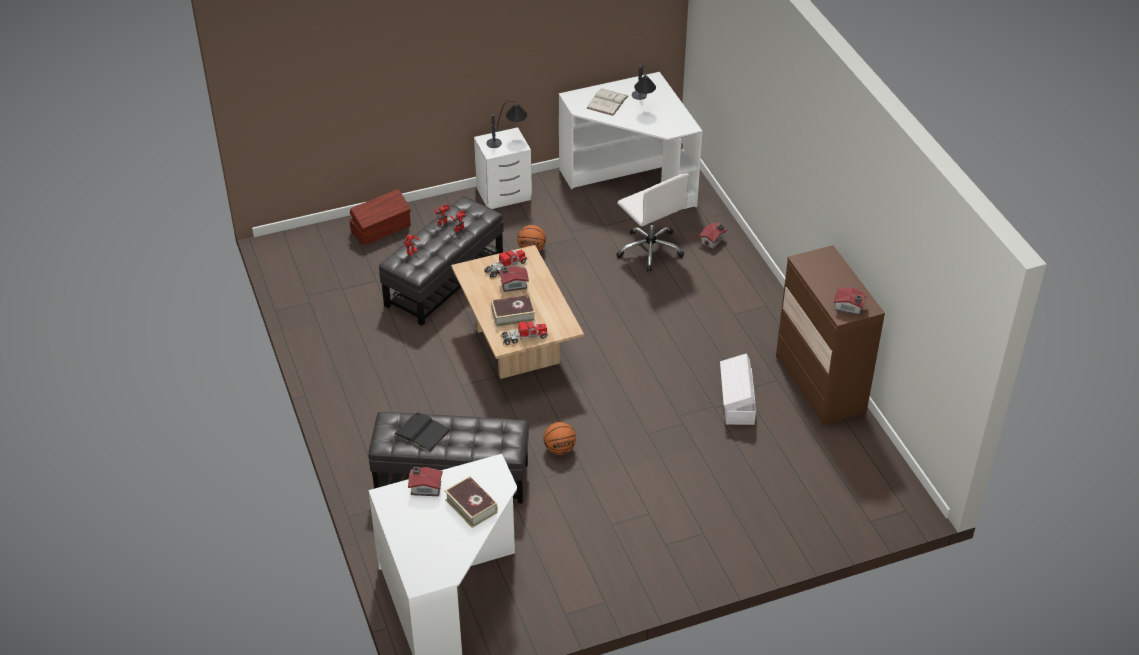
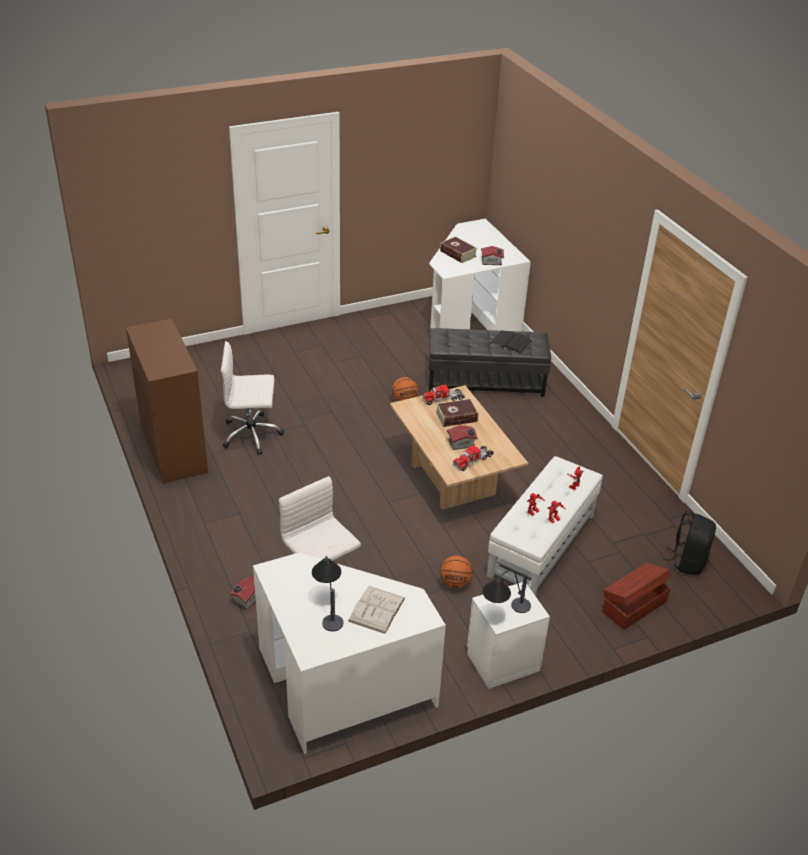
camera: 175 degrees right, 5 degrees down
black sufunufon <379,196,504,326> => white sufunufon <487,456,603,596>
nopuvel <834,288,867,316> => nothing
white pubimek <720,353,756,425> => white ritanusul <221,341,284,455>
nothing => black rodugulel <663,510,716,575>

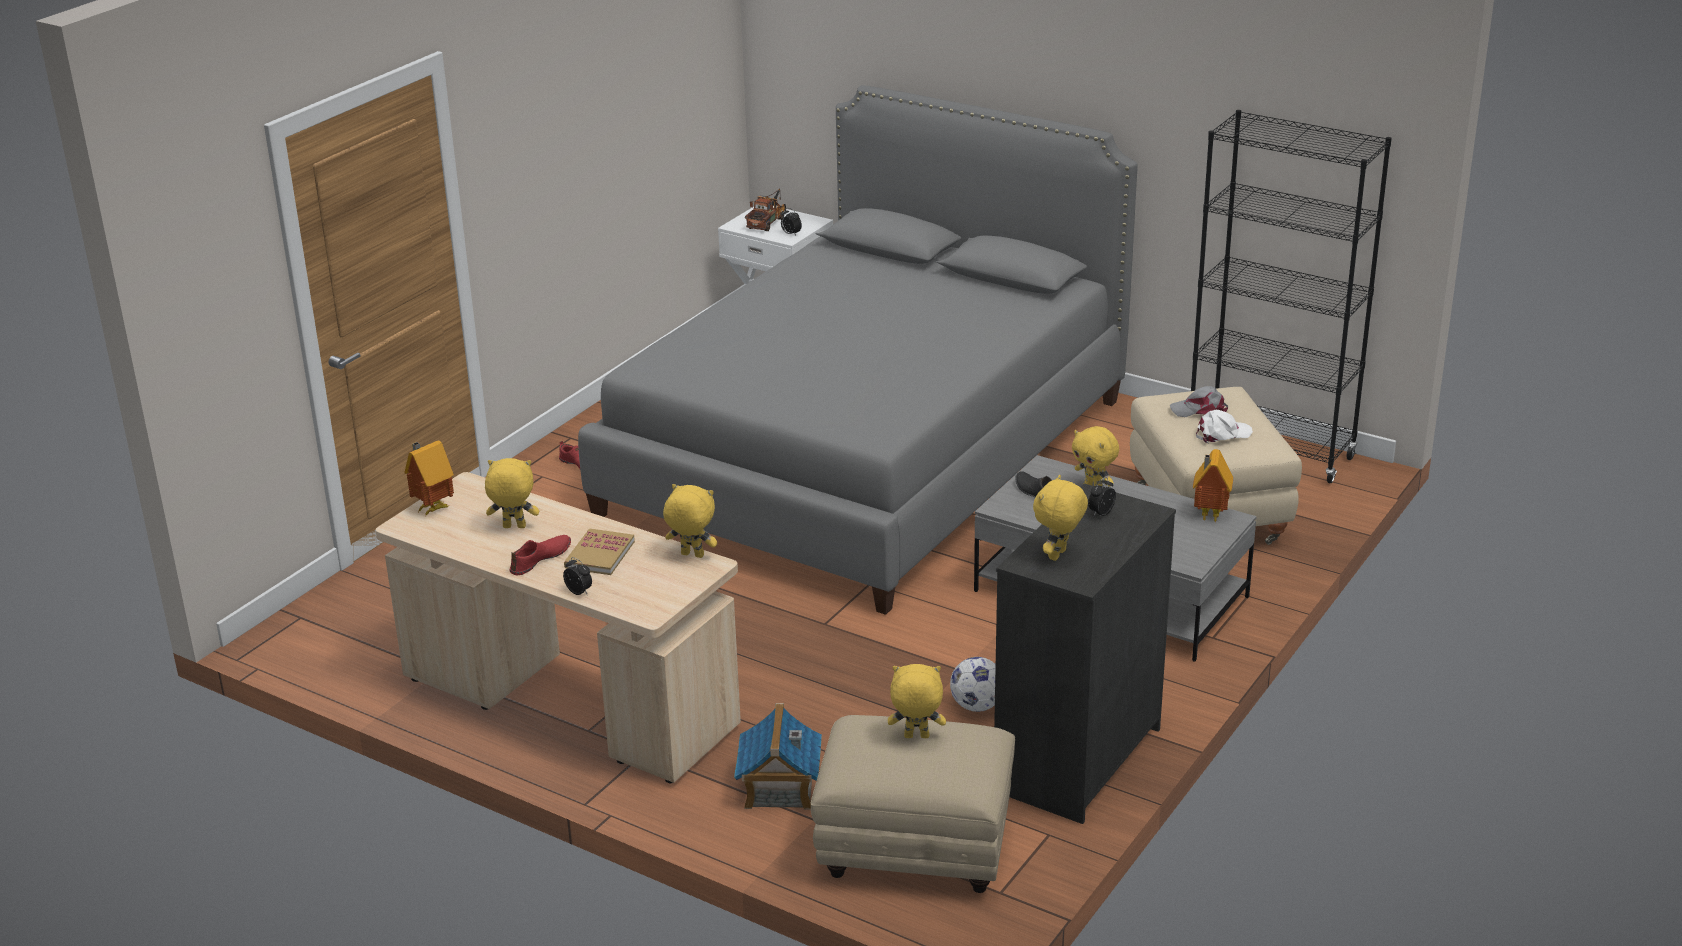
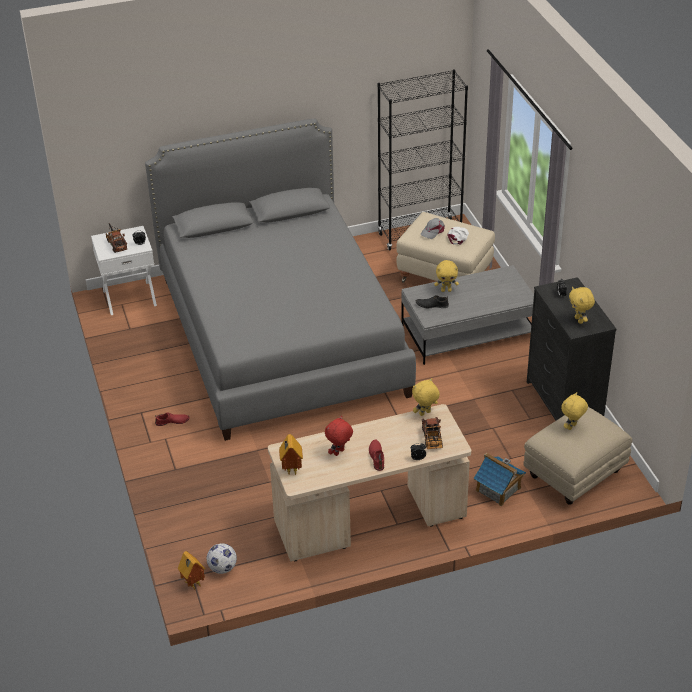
camera: 50 degrees left, 10 degrees up
nopuvel <1193,449,1233,522> => nopuvel <178,551,205,589>, relocated
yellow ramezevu <485,458,539,528> => red ramezevu <325,416,353,456>
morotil <564,529,635,575> => nothing
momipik <950,657,996,712> => momipik <207,543,237,574>, relocated
nothing => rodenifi <422,417,443,449>

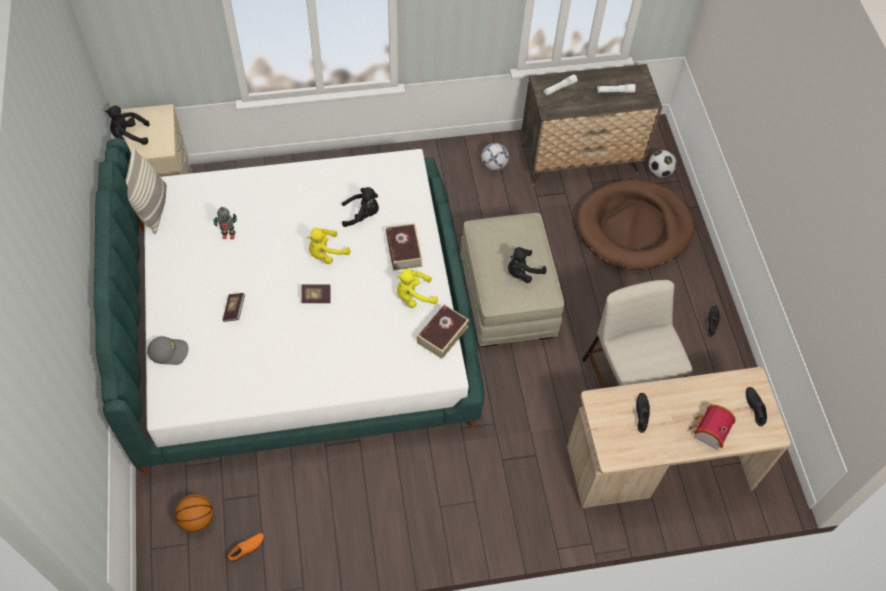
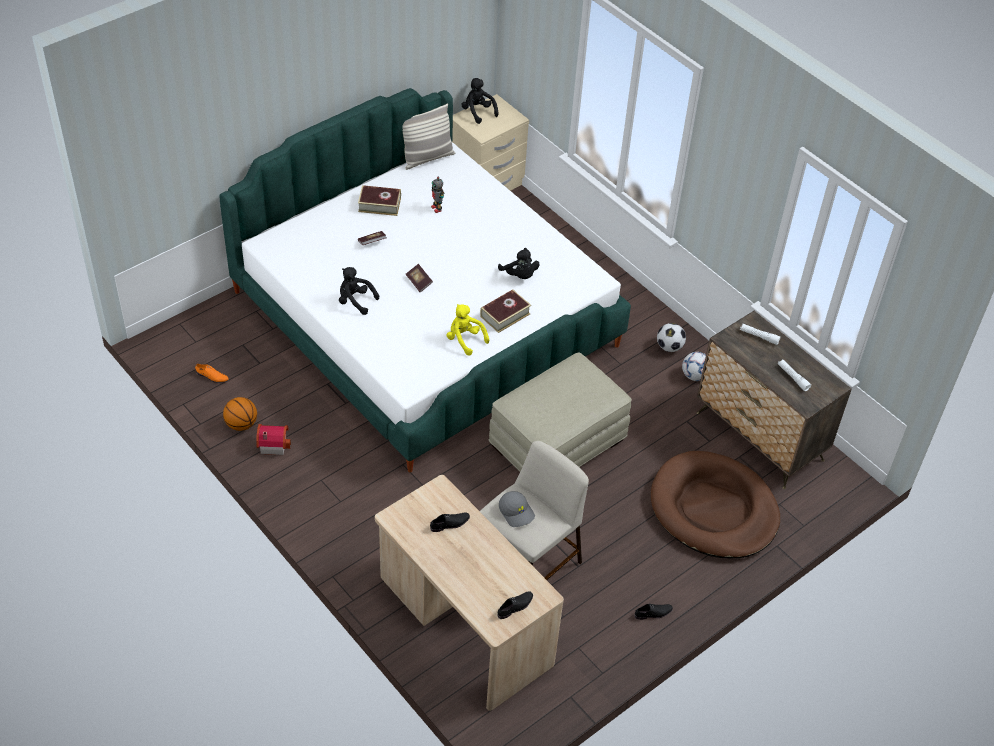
camera: 60 degrees right, 10 degrees down
momipik <649,150,677,177> => momipik <657,323,686,352>, relocated
yellow ramezevu <307,227,350,264> => nothing
black ramezevu <508,247,546,283> => black ramezevu <339,267,379,315>, relocated
morotil <417,304,469,359> => morotil <358,185,401,216>, relocated
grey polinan <147,336,189,365> => grey polinan <499,491,535,527>, relocated
nopuvel <689,405,736,450> => nopuvel <256,424,291,455>, relocated
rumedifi <175,494,213,532> => rumedifi <223,397,257,431>, relocated

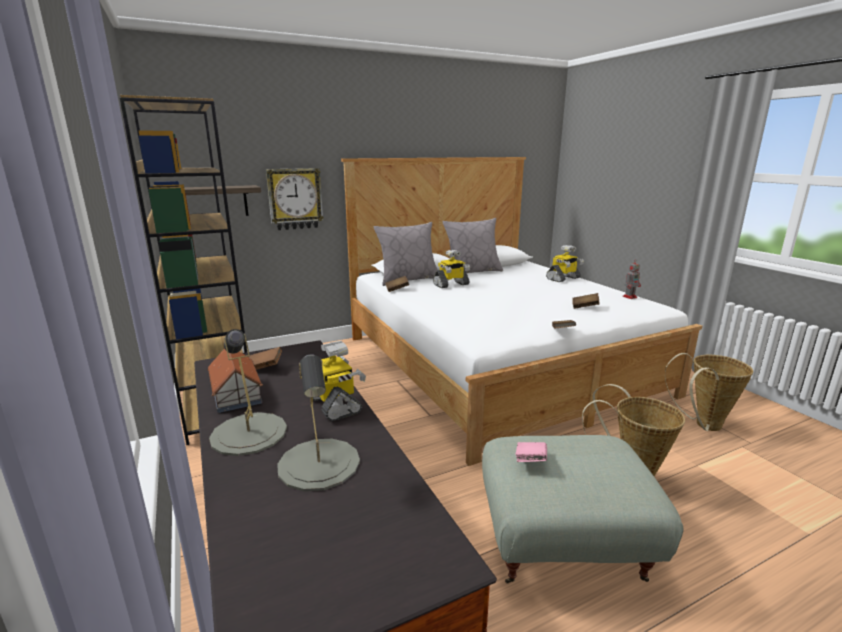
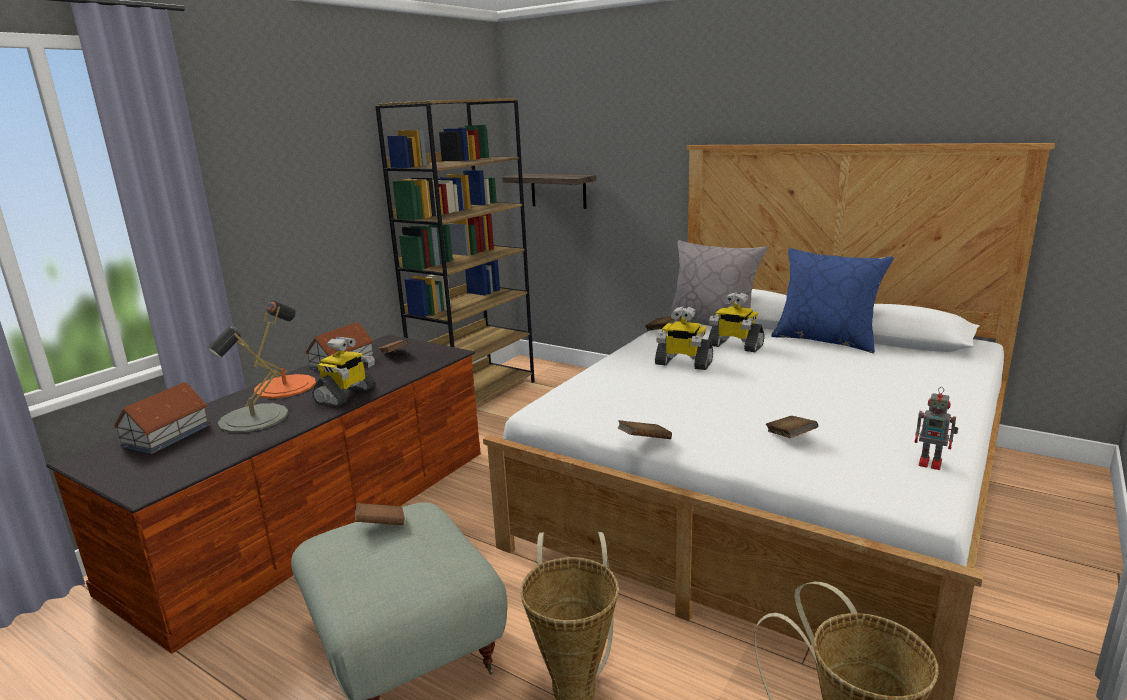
camera: 60 degrees right, 0 degrees up
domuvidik <266,168,324,230> => nothing
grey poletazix <442,218,503,273> => blue poletazix <771,248,894,353>
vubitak <546,245,584,282> => vubitak <655,306,713,370>, relocated
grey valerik <209,329,287,456> => orange valerik <254,301,316,399>
pink morotil <515,442,547,462> => brown morotil <355,503,405,525>
nothing => nopuvel <112,382,210,454>

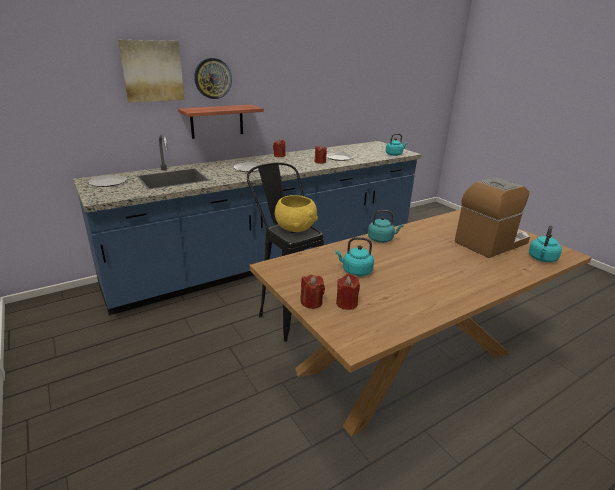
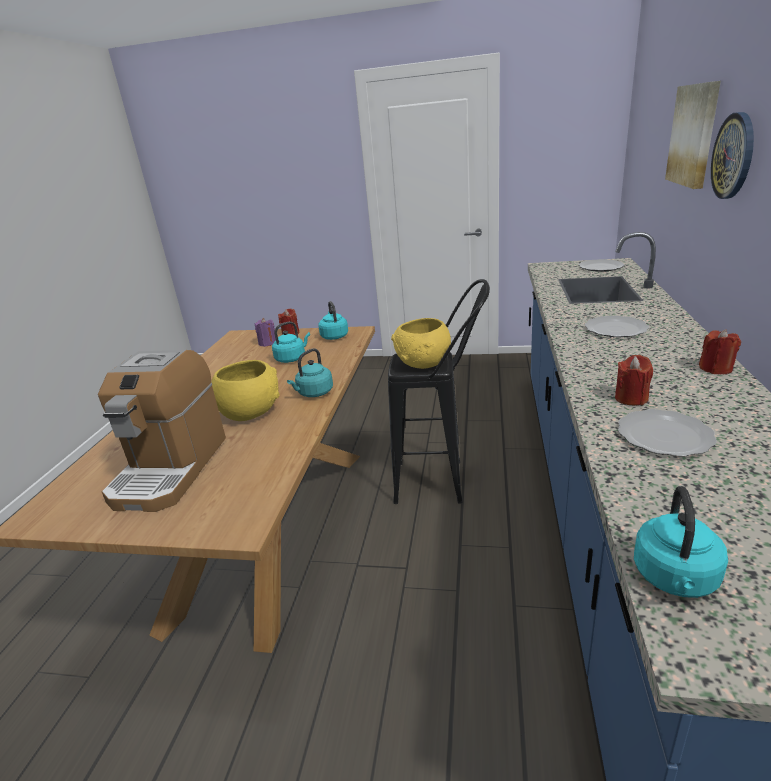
camera: 135 degrees right, 0 degrees up
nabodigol <178,105,264,139> => nothing
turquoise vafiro <529,225,562,262> => turquoise vafiro <318,301,348,340>, relocated
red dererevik <336,274,360,310> => purple dererevik <255,318,276,347>
nothing => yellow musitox <211,360,280,421>

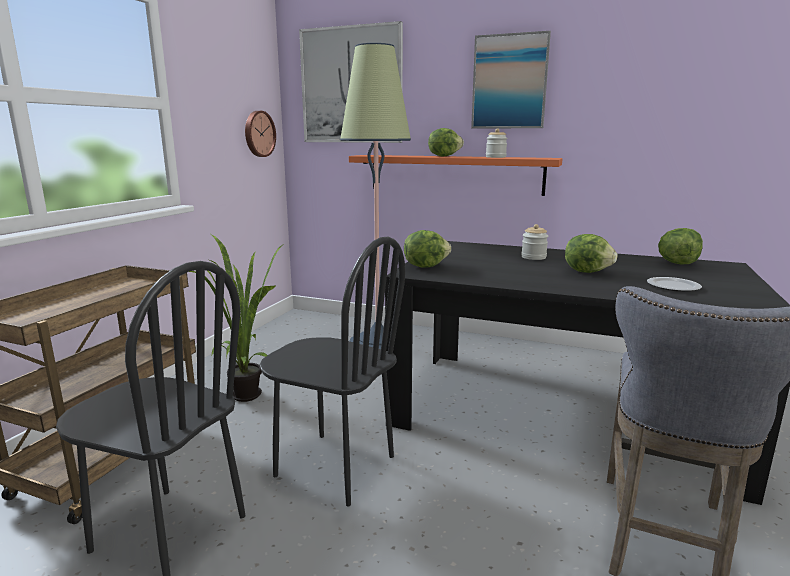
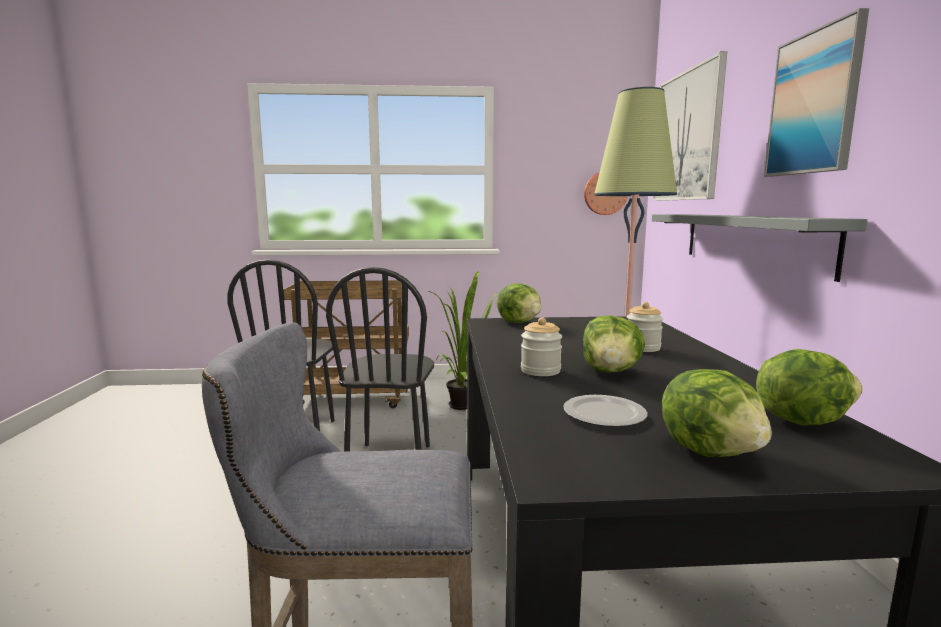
camera: 65 degrees right, 5 degrees down
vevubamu <428,128,464,156> => vevubamu <662,369,772,457>, relocated
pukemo <486,128,507,158> => pukemo <521,317,562,376>, relocated
orange nabodigol <349,155,563,196> => grey nabodigol <652,214,868,282>

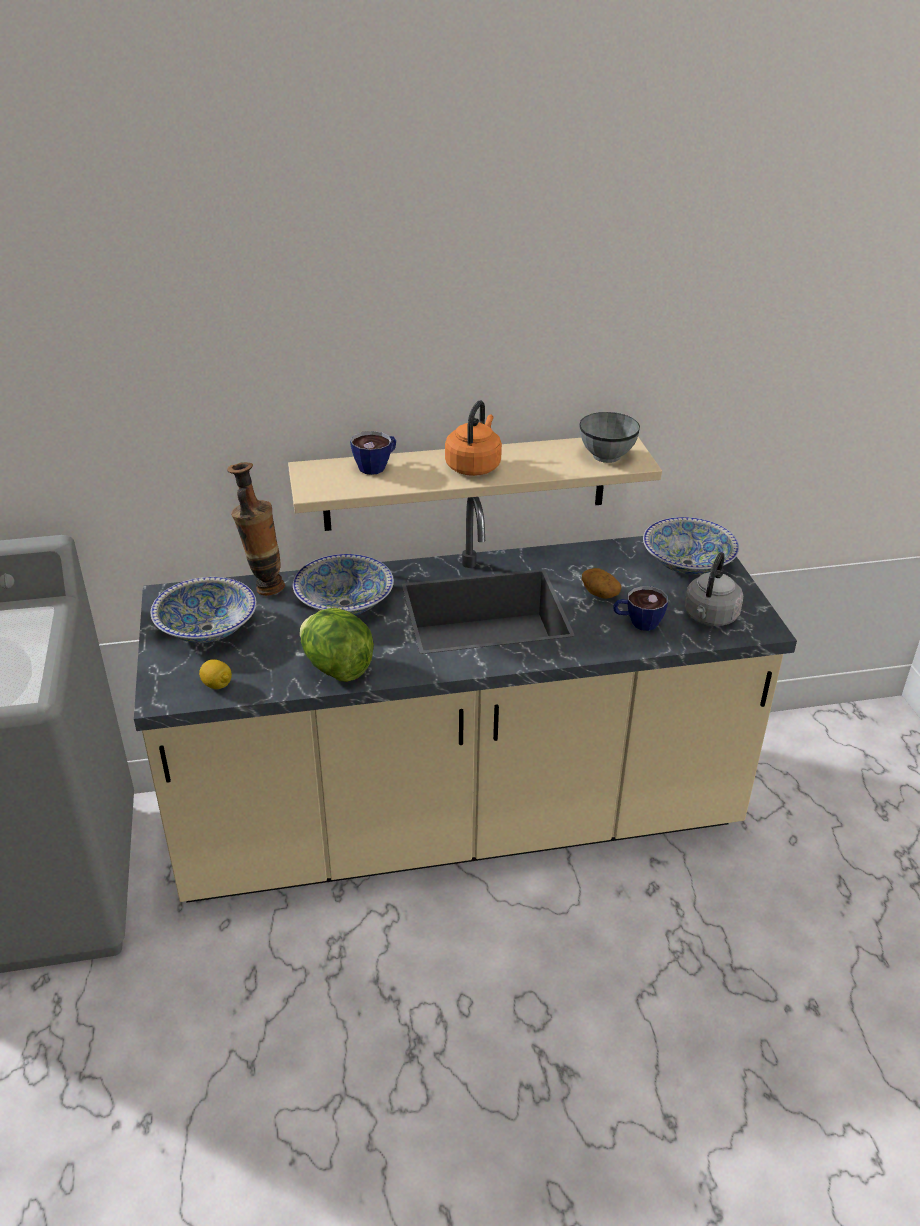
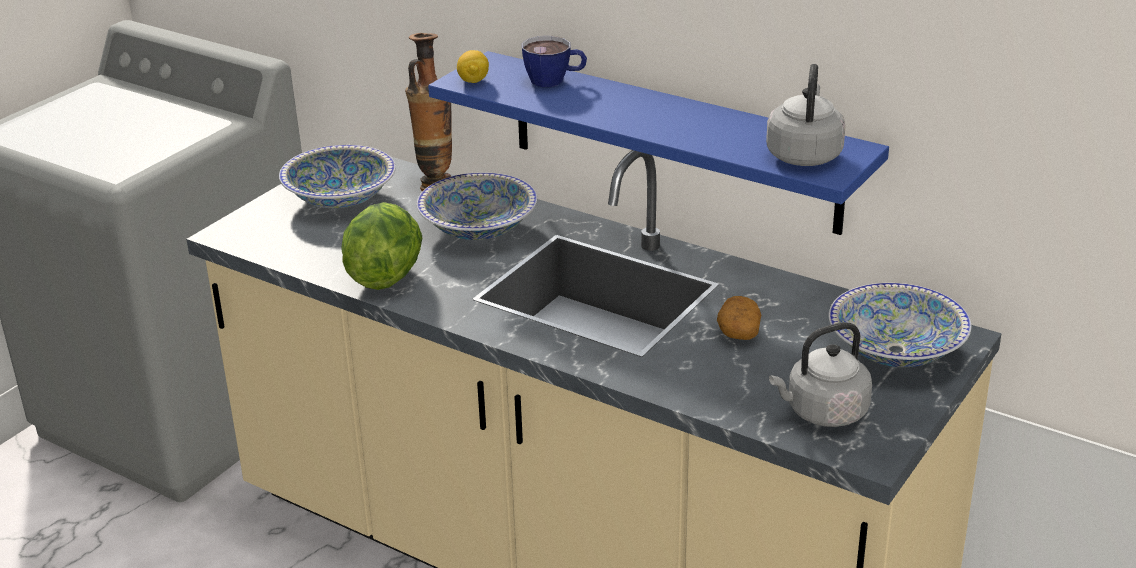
camera: 45 degrees right, 5 degrees down
orange vafiro <445,400,502,476> => nothing
grey musitox <580,412,640,463> => grey vafiro <766,64,845,166>
beige nabodigol <288,437,662,531> => blue nabodigol <428,51,889,235>
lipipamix <613,586,668,631> => nothing
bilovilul <199,659,232,689> => bilovilul <457,50,489,83>, relocated

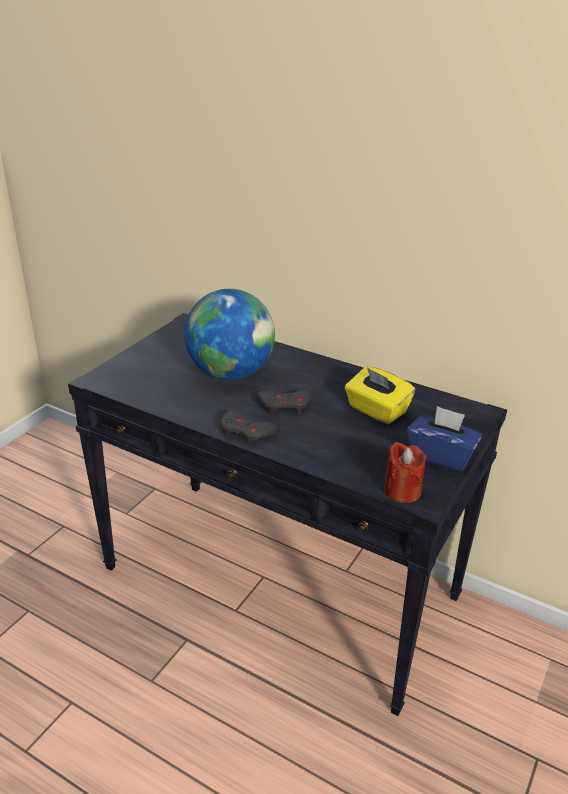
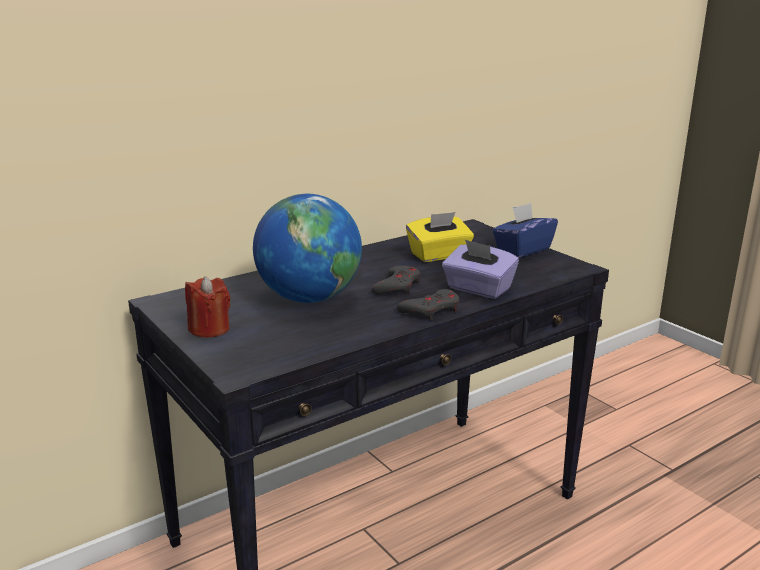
camera: 65 degrees left, 10 degrees down
red dererevik <384,442,426,503> => red dererevik <185,276,230,338>, relocated
nothing => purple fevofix <442,239,519,299>

